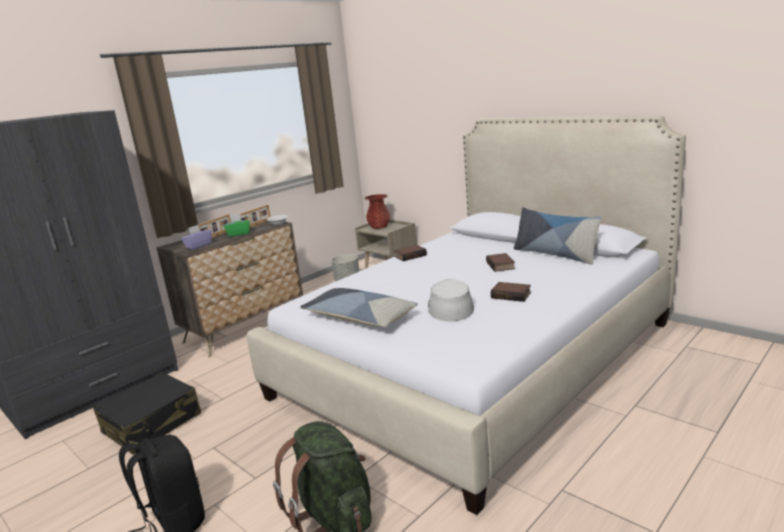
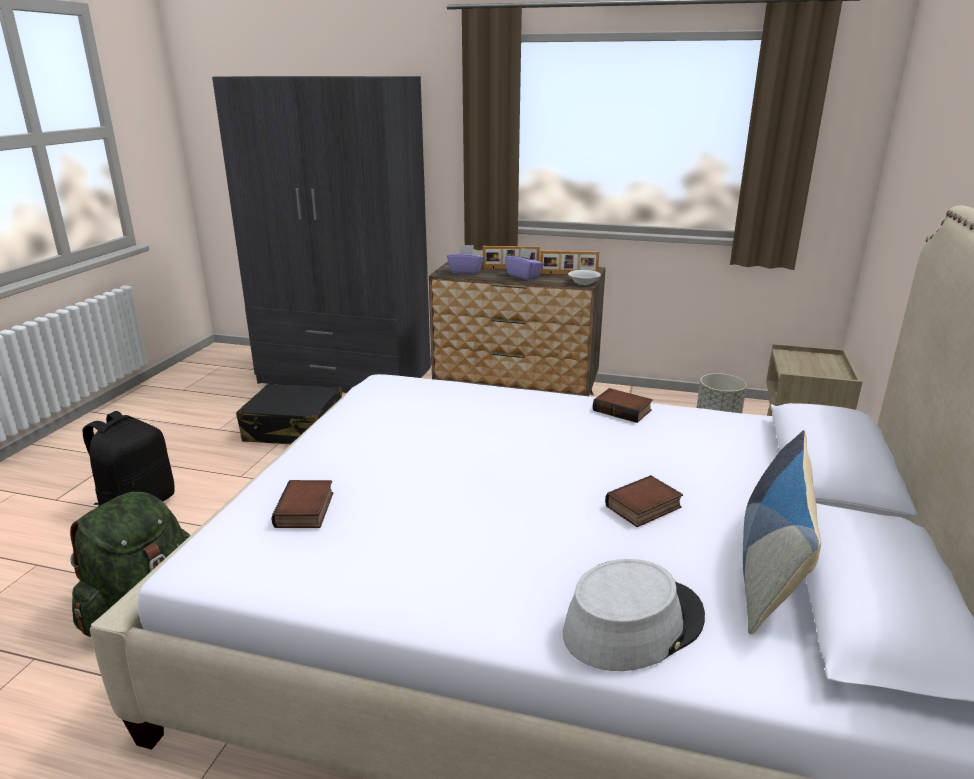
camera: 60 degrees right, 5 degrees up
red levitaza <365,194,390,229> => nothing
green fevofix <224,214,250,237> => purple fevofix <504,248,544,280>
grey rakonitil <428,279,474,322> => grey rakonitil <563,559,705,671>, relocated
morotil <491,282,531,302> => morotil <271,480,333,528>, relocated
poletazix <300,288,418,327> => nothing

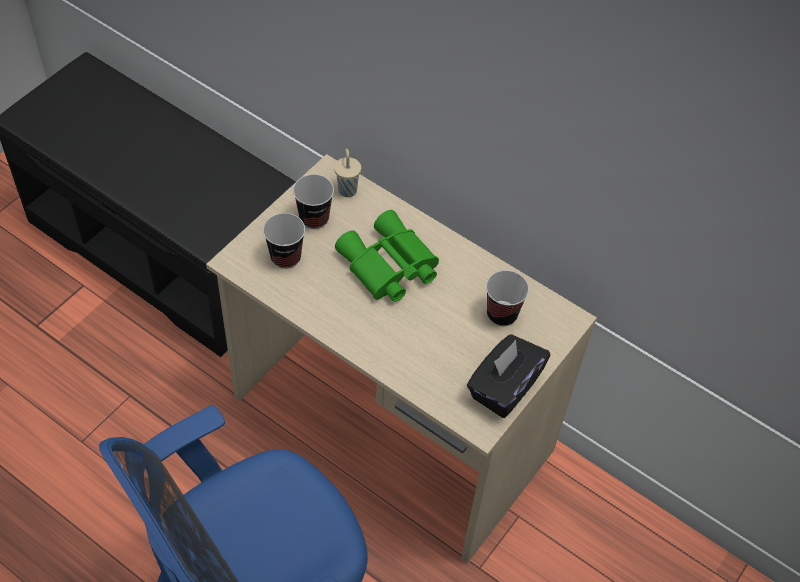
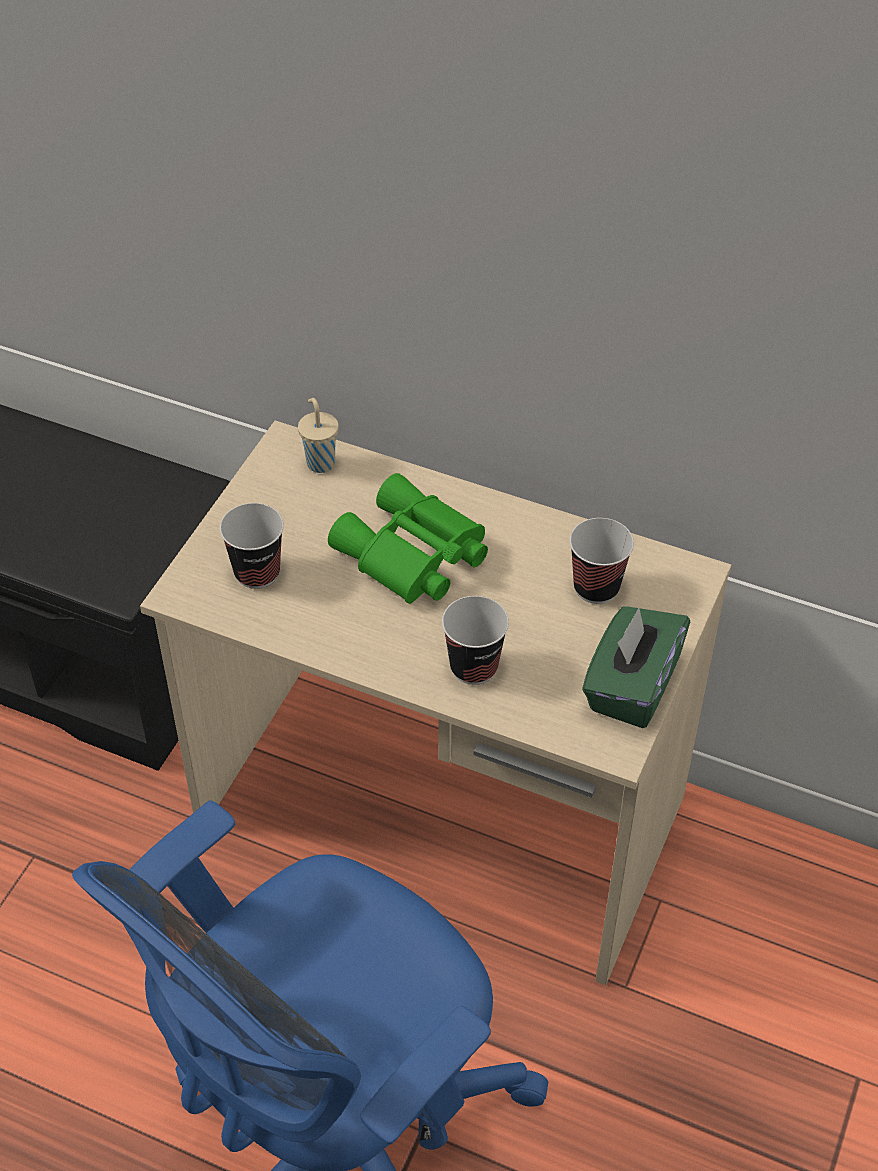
camera: 10 degrees left, 5 degrees down
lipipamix <293,174,334,229> => lipipamix <442,596,509,685>, relocated
black fevofix <467,334,550,418> => green fevofix <582,606,690,728>

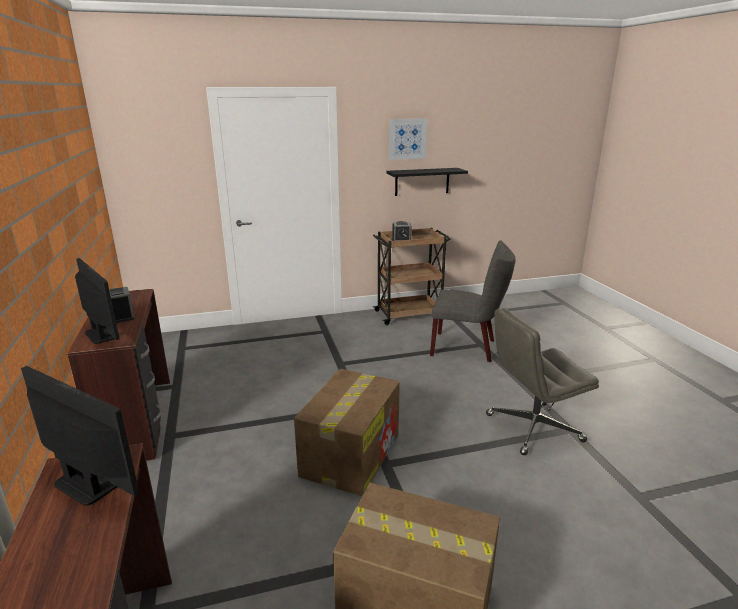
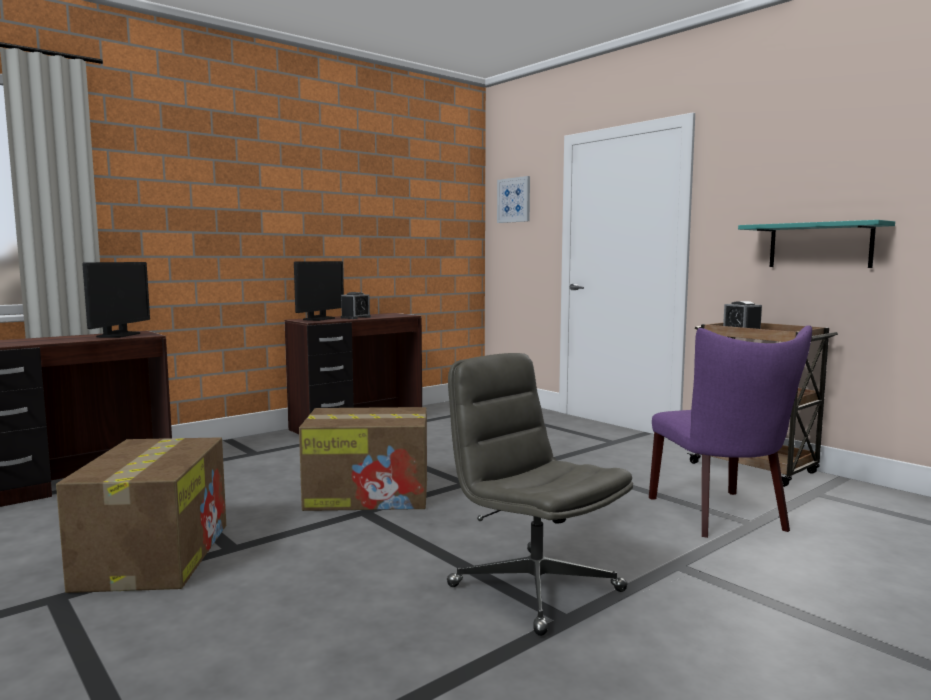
camera: 65 degrees right, 15 degrees down
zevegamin <389,119,427,160> => zevegamin <497,176,530,223>, relocated
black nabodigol <386,168,468,196> => turquoise nabodigol <738,220,895,268>
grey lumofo <430,240,516,362> => purple lumofo <649,325,812,538>

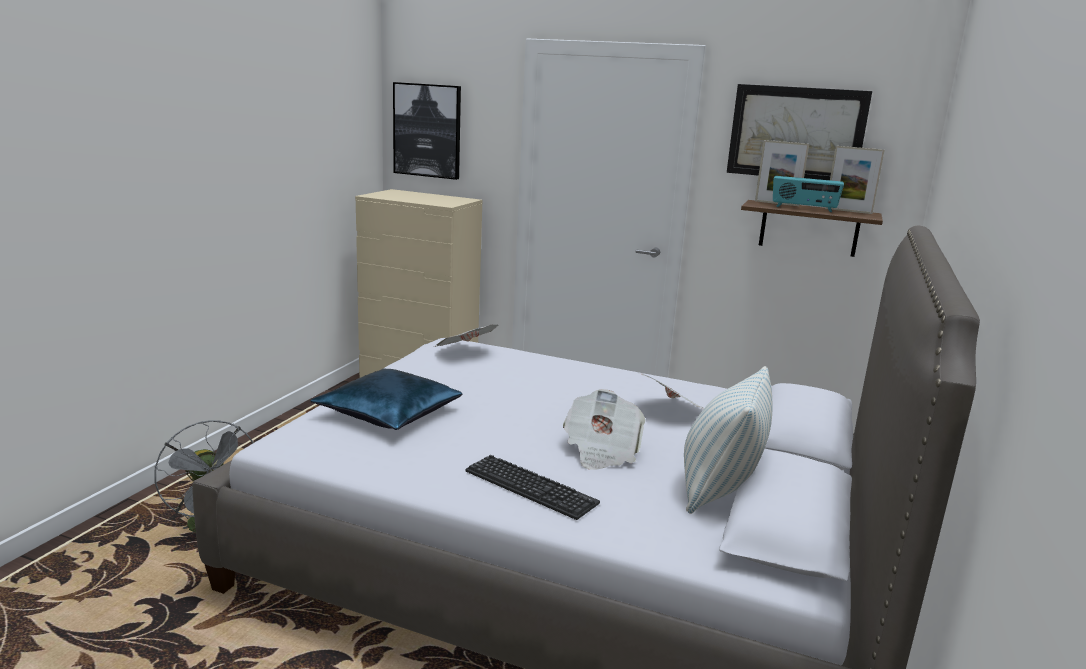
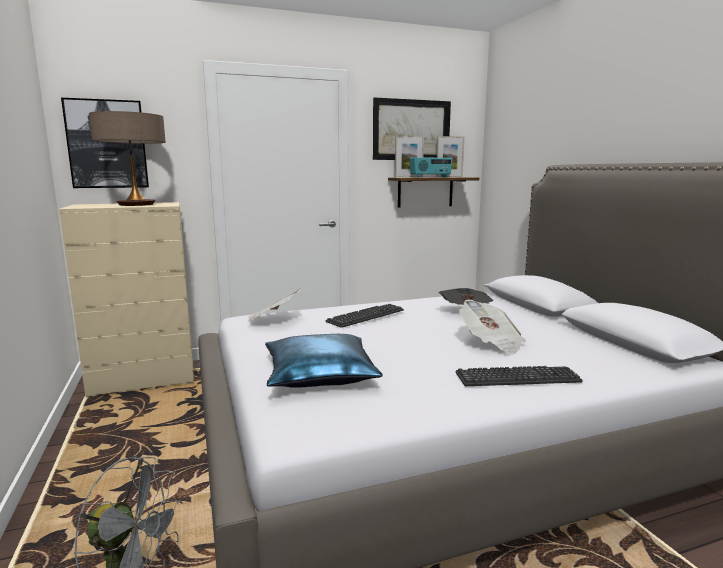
camera: 40 degrees left, 5 degrees down
poletazix <684,366,772,514> => nothing
nothing => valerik <89,111,166,206>
nothing => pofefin <325,304,404,328>

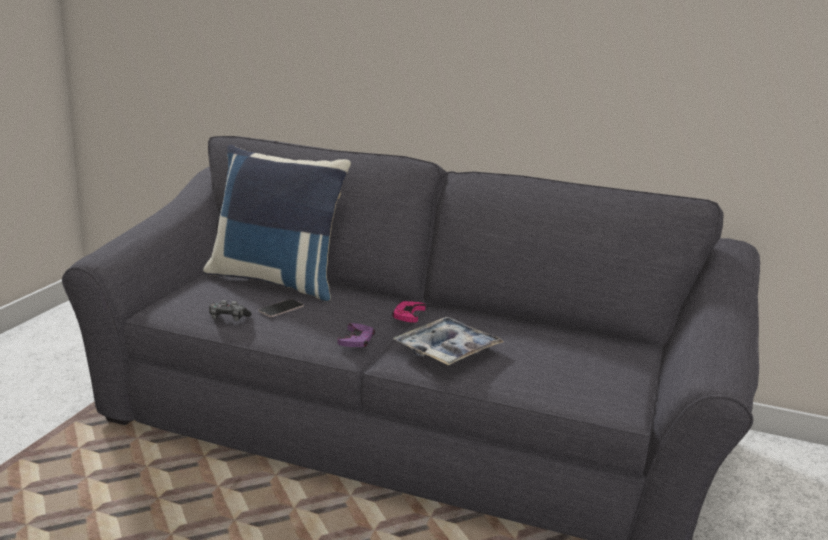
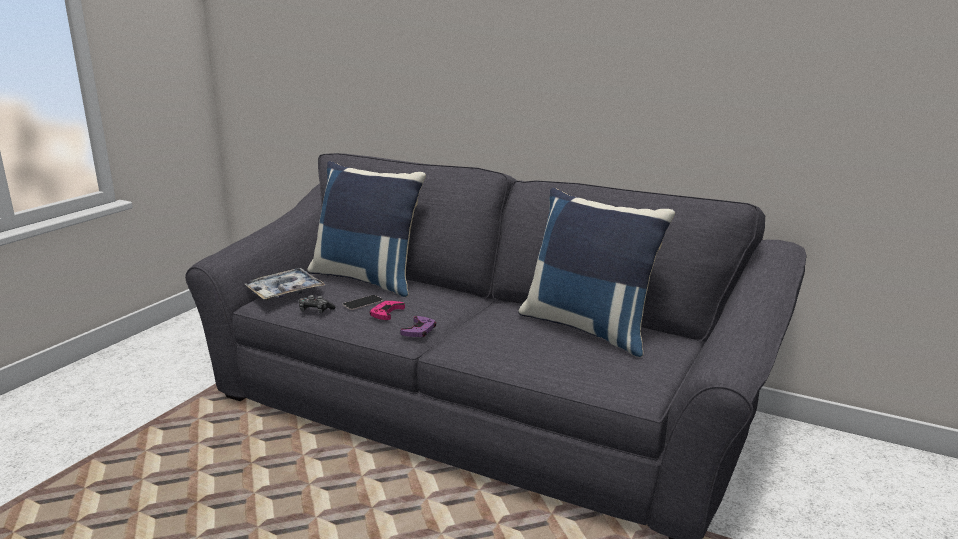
camera: 10 degrees right, 0 degrees up
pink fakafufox <392,301,426,323> => pink fakafufox <369,301,405,320>, relocated
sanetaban <393,317,504,366> => sanetaban <245,268,325,300>, relocated
nothing => blue poletazix <518,188,675,357>

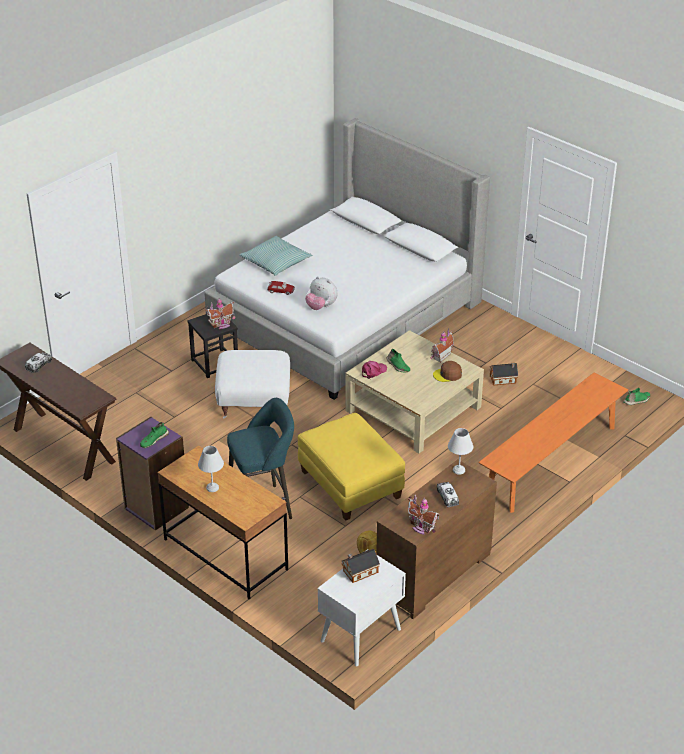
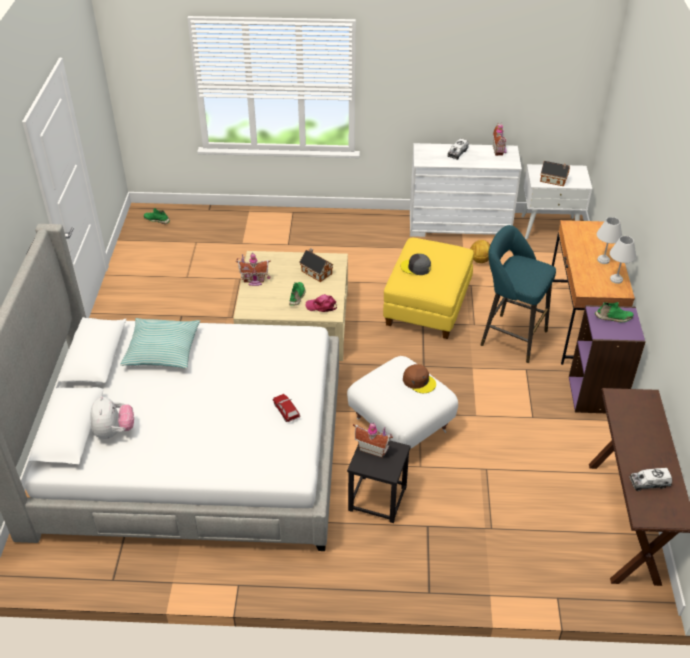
camera: 130 degrees left, 5 degrees up
poletazix <239,236,313,276> => poletazix <120,318,200,368>, relocated
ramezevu <305,277,338,310> => ramezevu <91,396,134,439>, relocated
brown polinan <433,361,462,382> => brown polinan <403,364,436,393>, relocated
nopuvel <489,363,518,386> => nopuvel <299,248,334,282>, relocated
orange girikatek <479,373,628,513> => nothing
white valerik <448,428,473,475> => white valerik <610,236,636,284>, relocated
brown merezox <376,459,497,619> => white merezox <410,143,522,237>
nothing => grey polinan <400,253,431,275>

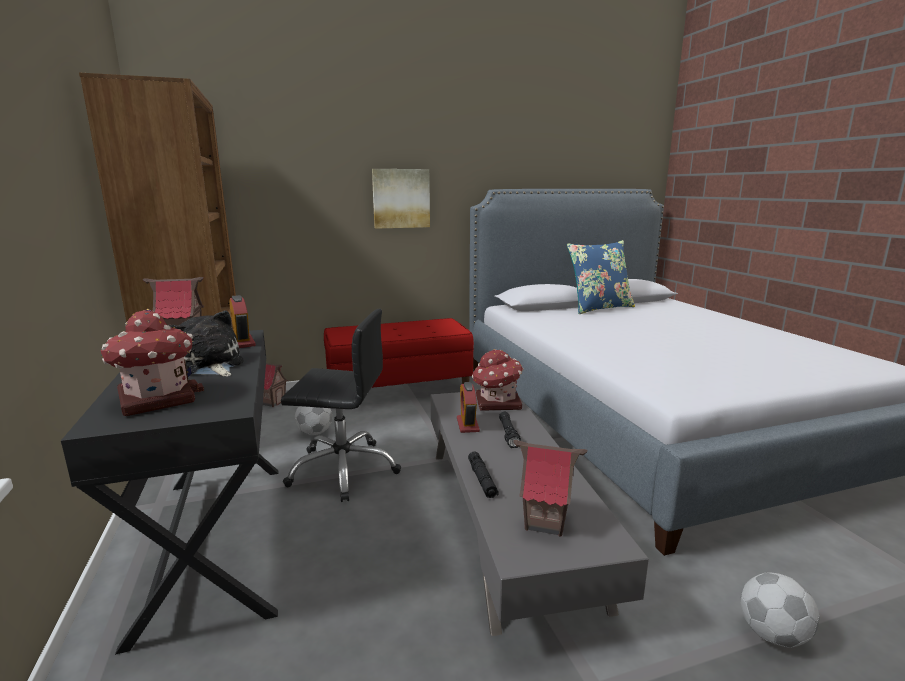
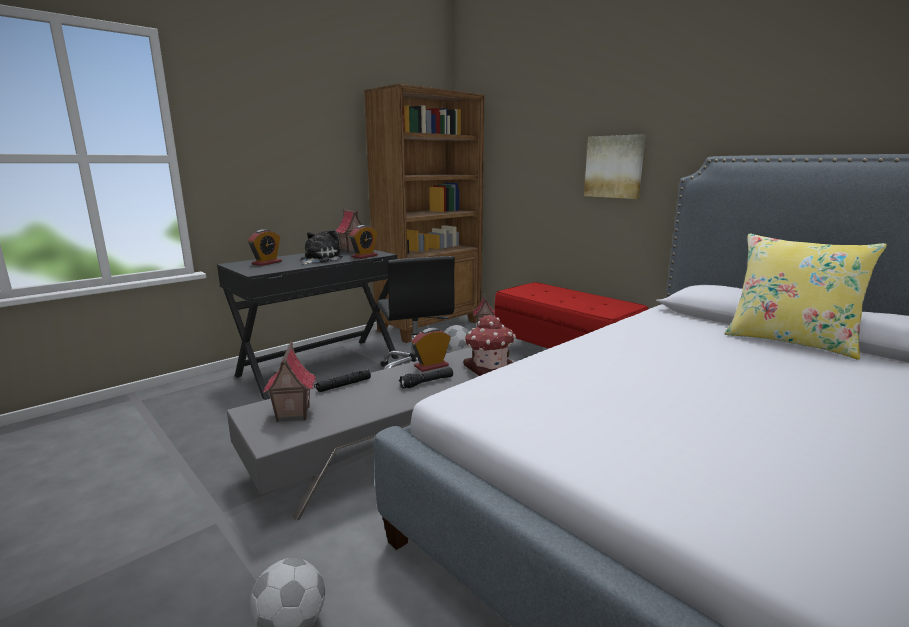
camera: 65 degrees right, 0 degrees up
blue poletazix <567,240,635,314> => yellow poletazix <724,234,887,360>
nopuvel <101,309,204,416> => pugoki <248,229,282,266>

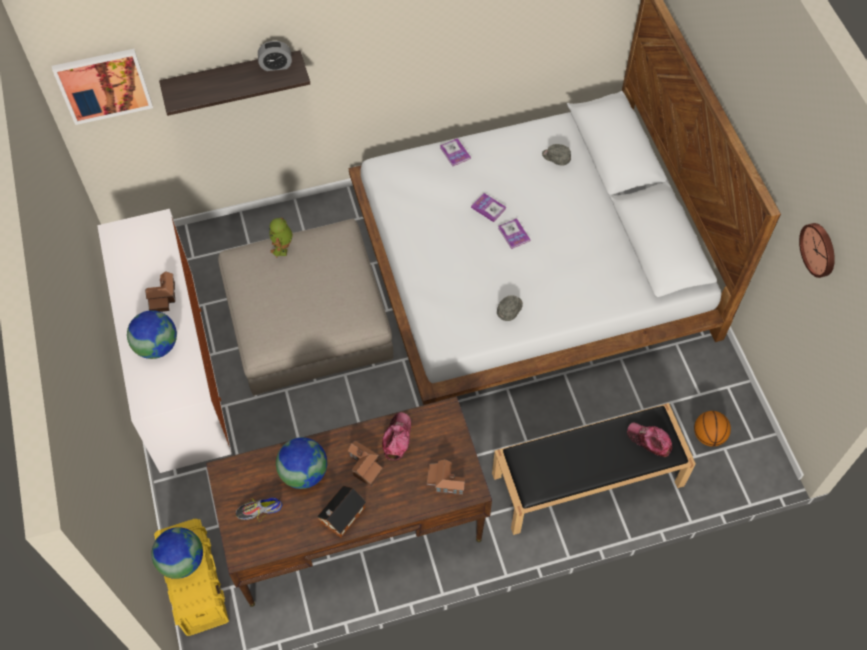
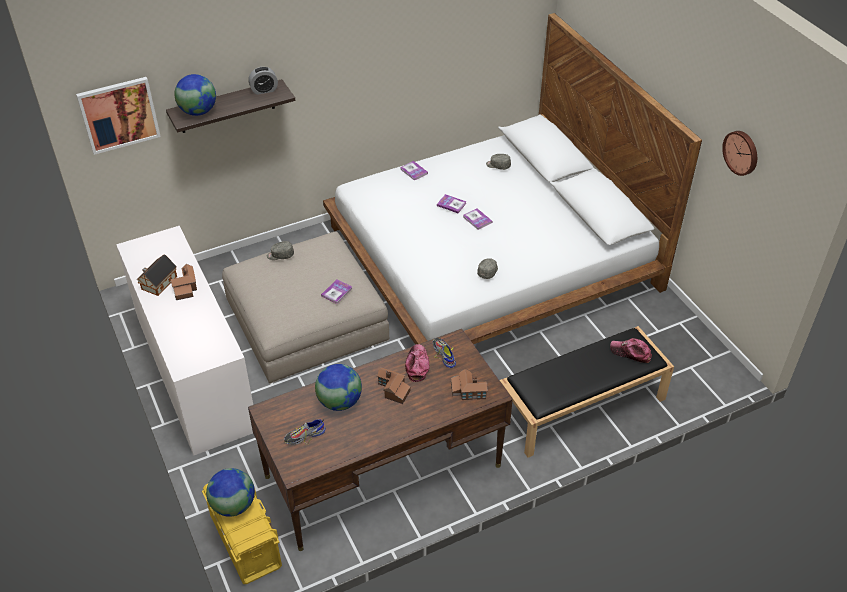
camera: 10 degrees left, 15 degrees down
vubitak <269,218,293,258> => grey polinan <267,241,294,260>
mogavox <127,310,177,359> => mogavox <174,74,216,116>, relocated
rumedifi <694,411,731,447> => nothing
nopuvel <317,486,367,537> => nopuvel <136,255,177,296>, relocated
nothing => morotil <321,279,352,304>
nothing => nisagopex <433,338,456,368>

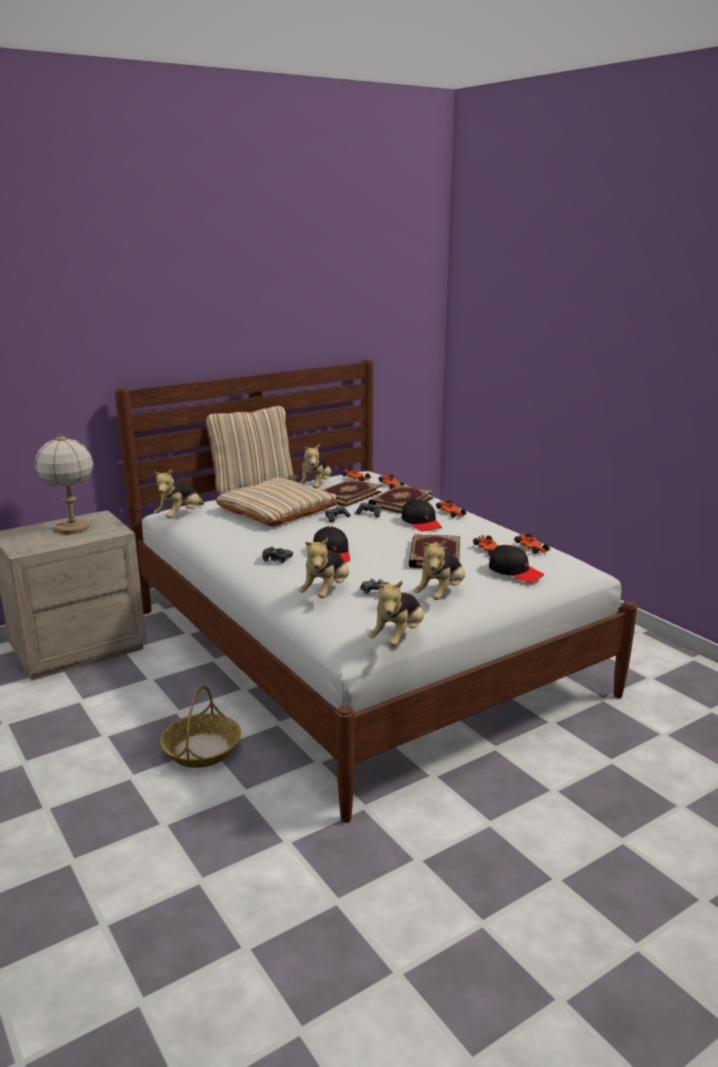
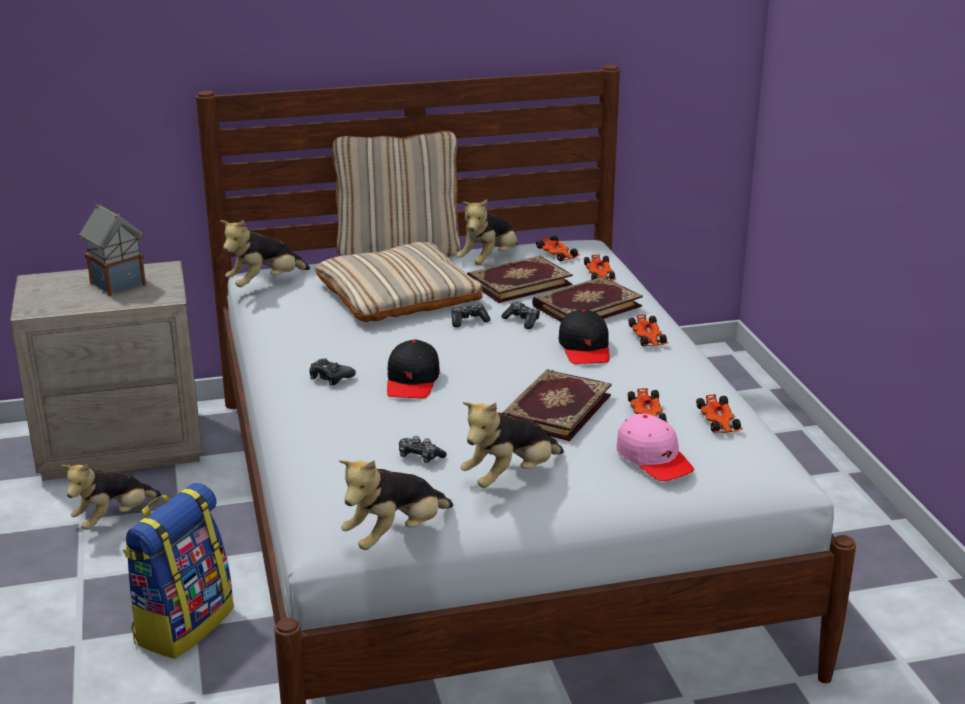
camera: 20 degrees right, 5 degrees up
valerik <35,434,94,534> => nopuvel <79,204,146,296>
ramezevu <298,538,349,598> => ramezevu <61,464,161,530>, relocated
black polinan <489,545,544,582> => pink polinan <616,414,694,481>
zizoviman <160,685,241,768> => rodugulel <123,483,234,659>

